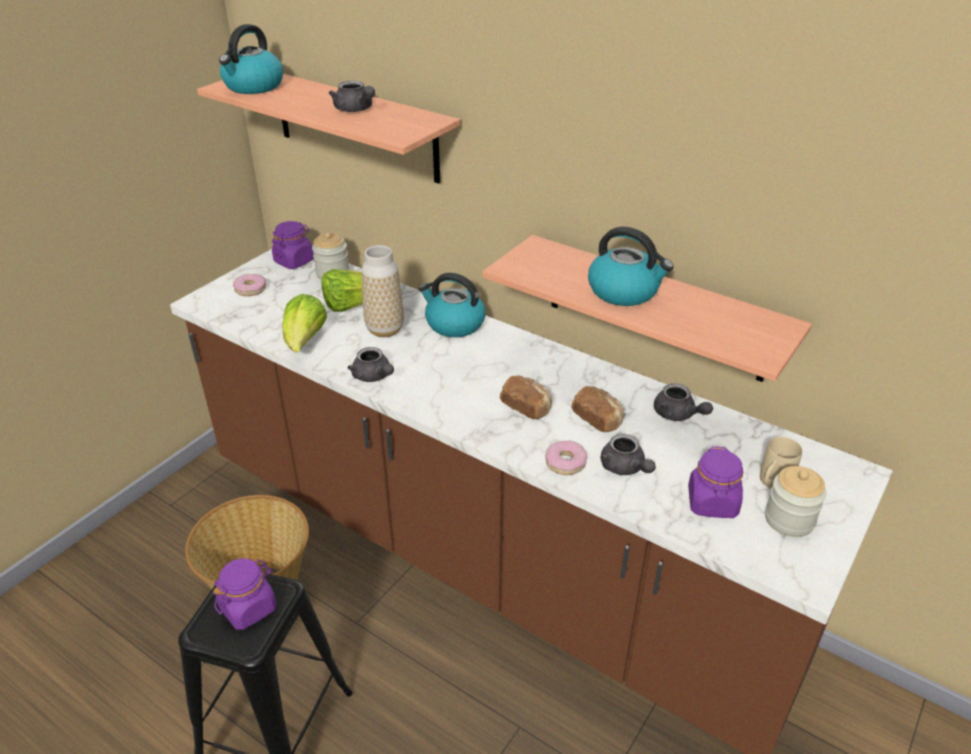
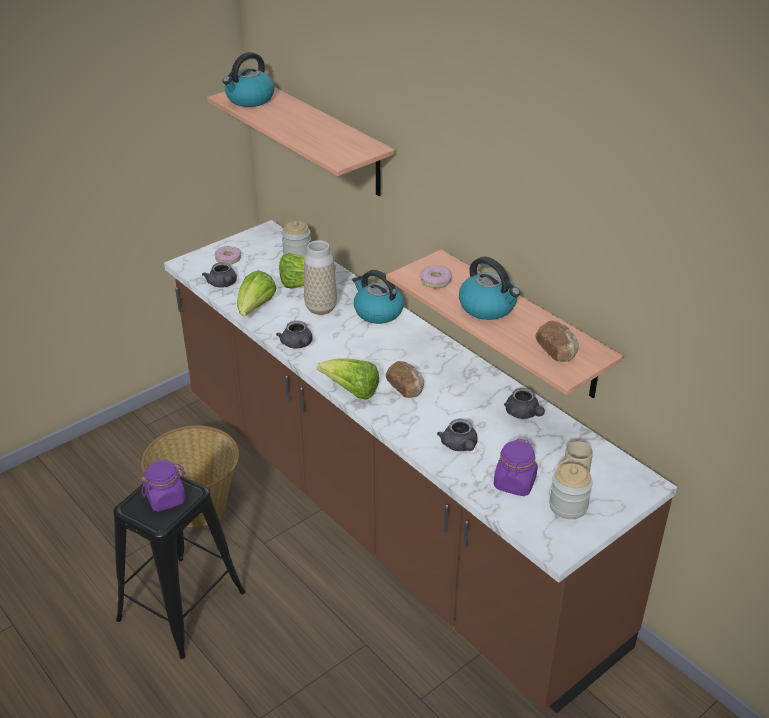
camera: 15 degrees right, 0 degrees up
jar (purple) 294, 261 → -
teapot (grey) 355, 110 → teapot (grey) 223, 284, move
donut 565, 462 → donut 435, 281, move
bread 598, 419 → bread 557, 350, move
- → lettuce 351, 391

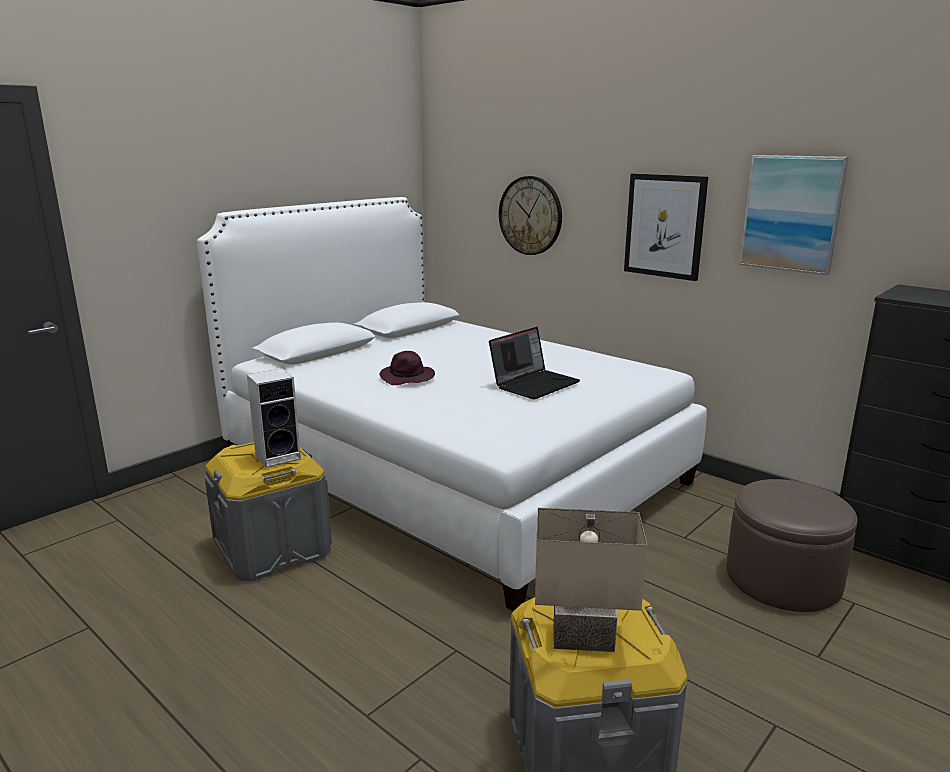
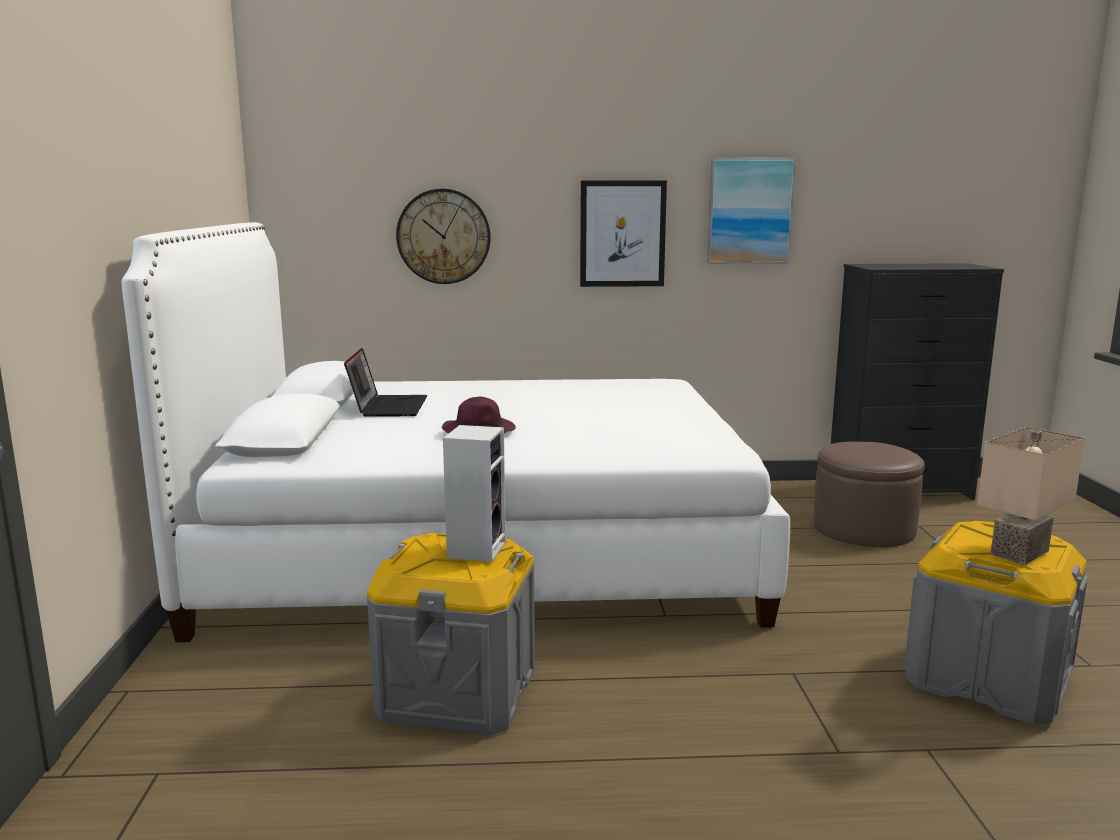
camera: 45 degrees left, 5 degrees down
laptop 534, 384 → laptop 388, 407, move

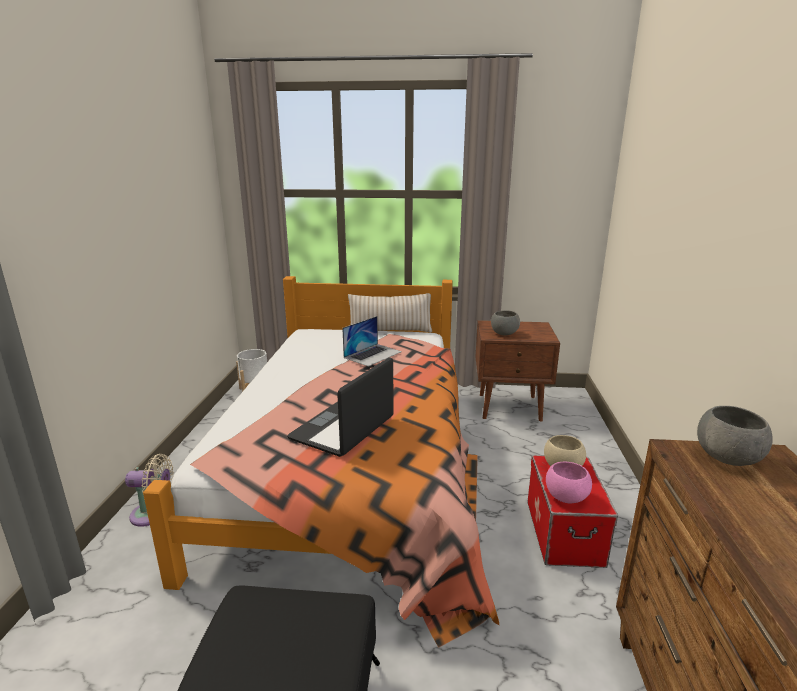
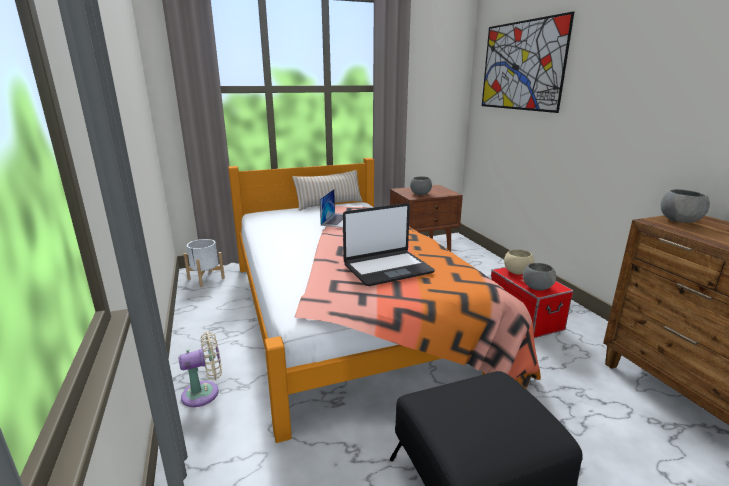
camera: 25 degrees left, 0 degrees up
laptop 343, 429 → laptop 387, 268, 120 degrees counterclockwise
bowl (pink) 565, 497 → bowl (grey) 536, 287
- → picture 521, 66

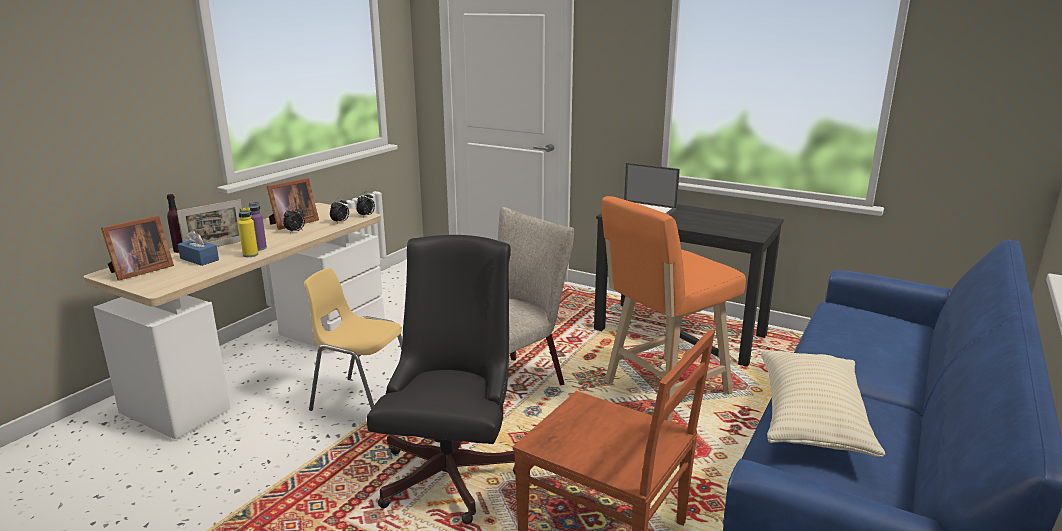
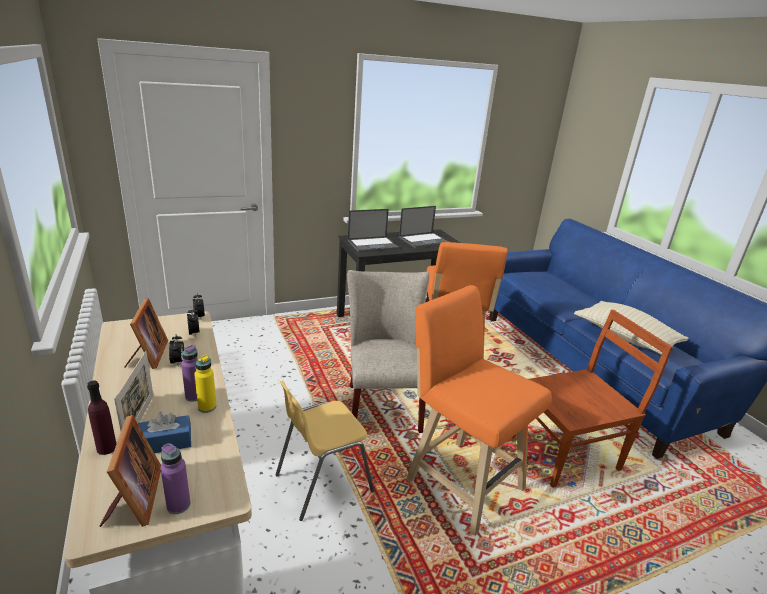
camera: 55 degrees left, 5 degrees up
office chair (black) 453, 470 → stool (orange) 460, 480
- → bottle (purple) 178, 505
- → laptop 424, 240

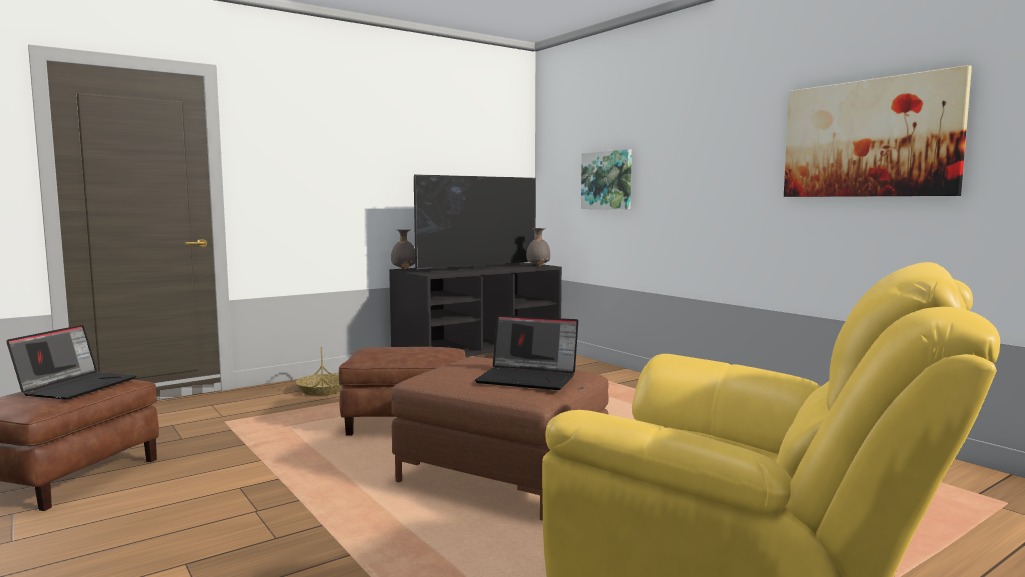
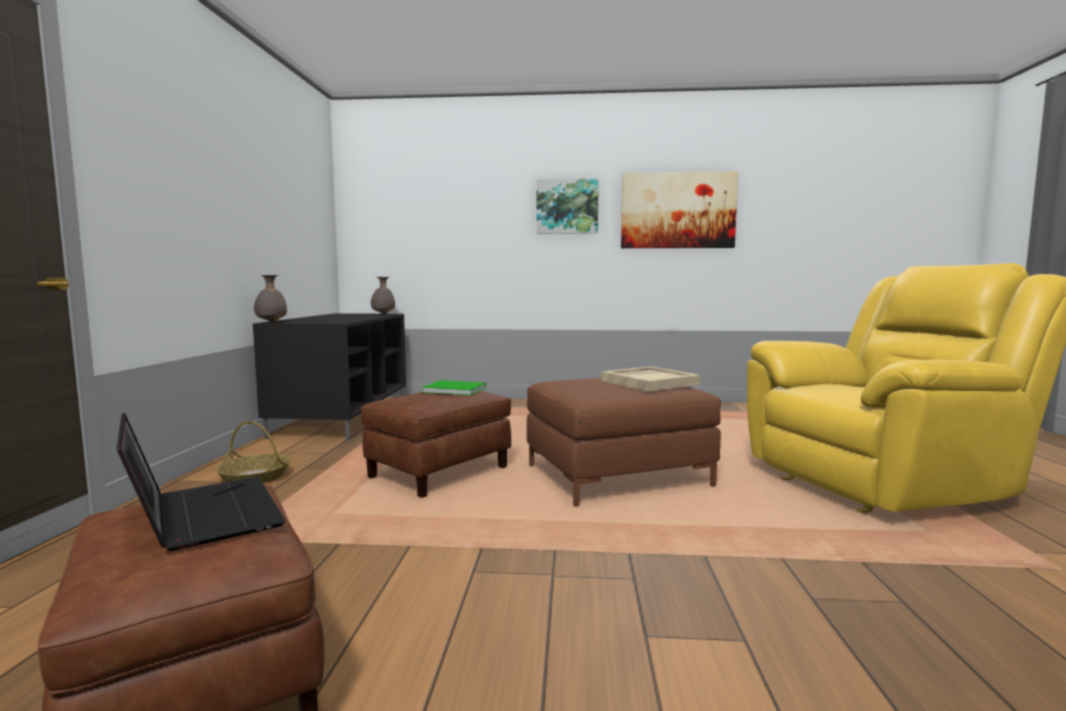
camera: 50 degrees left, 0 degrees up
television 478, 268 → -
laptop 529, 378 → tray (beige) 649, 382
picture 607, 180 → picture 567, 206, move
- → book (green) 453, 389

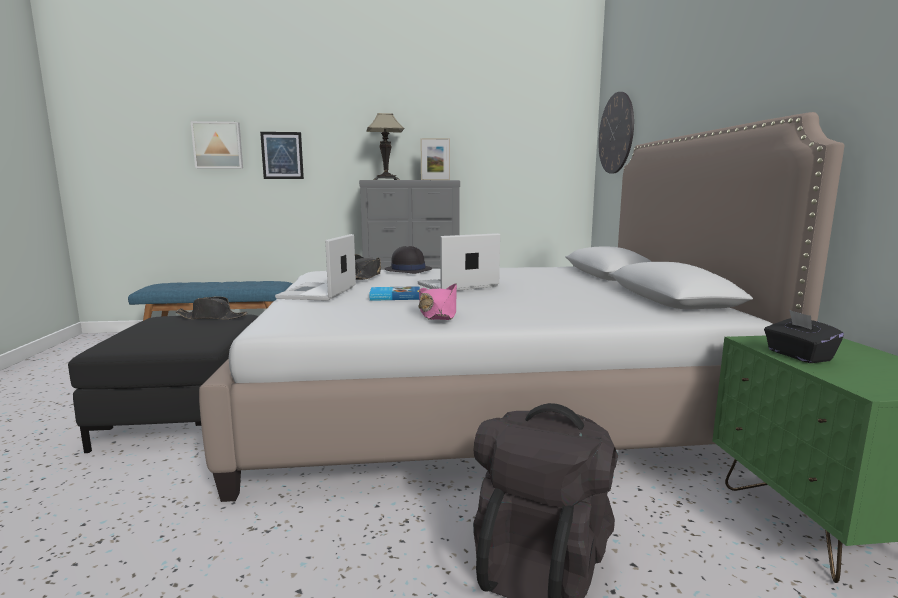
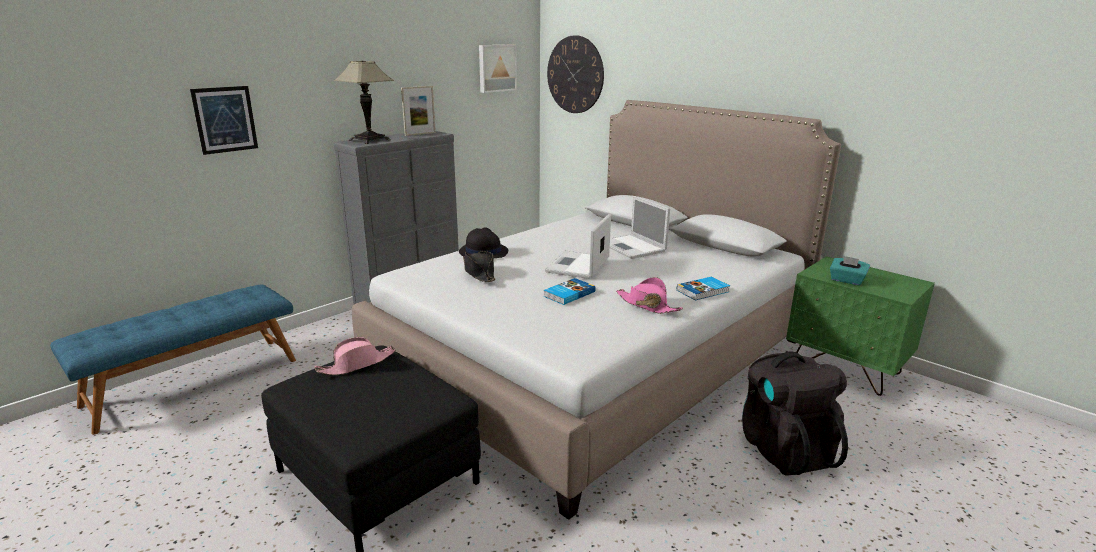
camera: 40 degrees left, 10 degrees up
hat (black) 212, 317 → hat (pink) 357, 364
picture 218, 145 → picture 496, 68, move
laptop 317, 293 → laptop 633, 247, move
tissue box (black) 798, 355 → tissue box (turquoise) 846, 280
- → book 703, 291

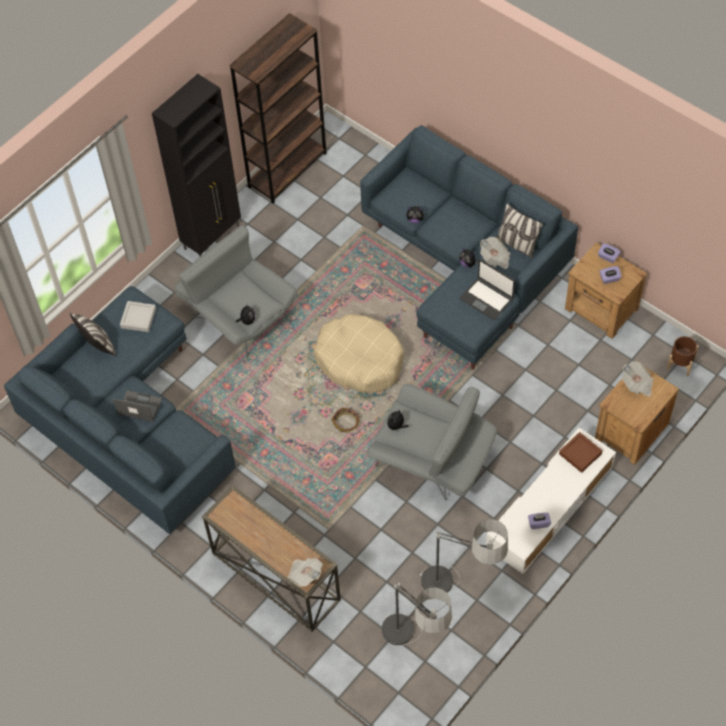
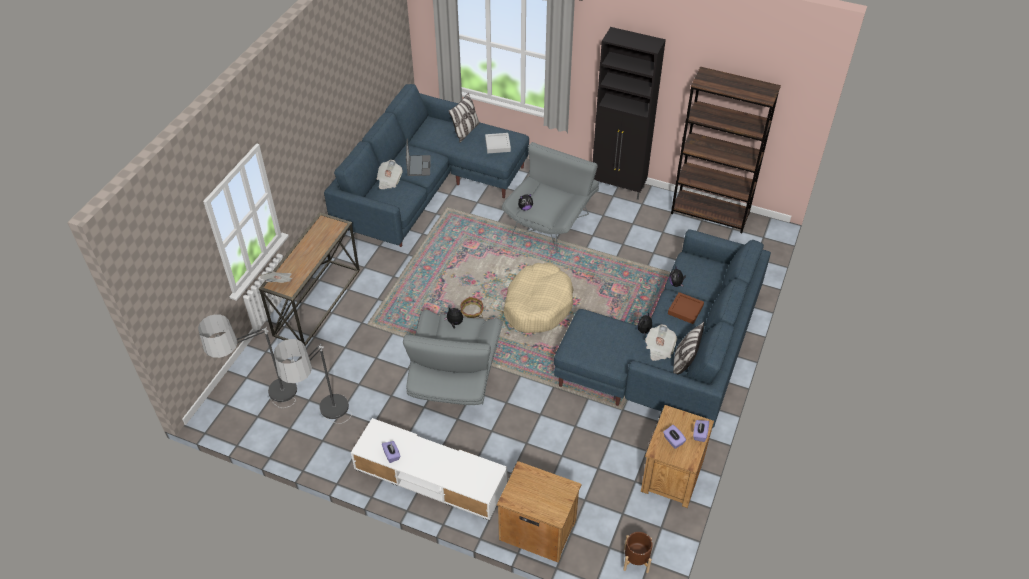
camera: 70 degrees right, 10 degrees down
laptop 486, 298 → -
tray (brown) 580, 454 → tray (brown) 685, 310, move
newspaper 637, 384 → newspaper 389, 181, move

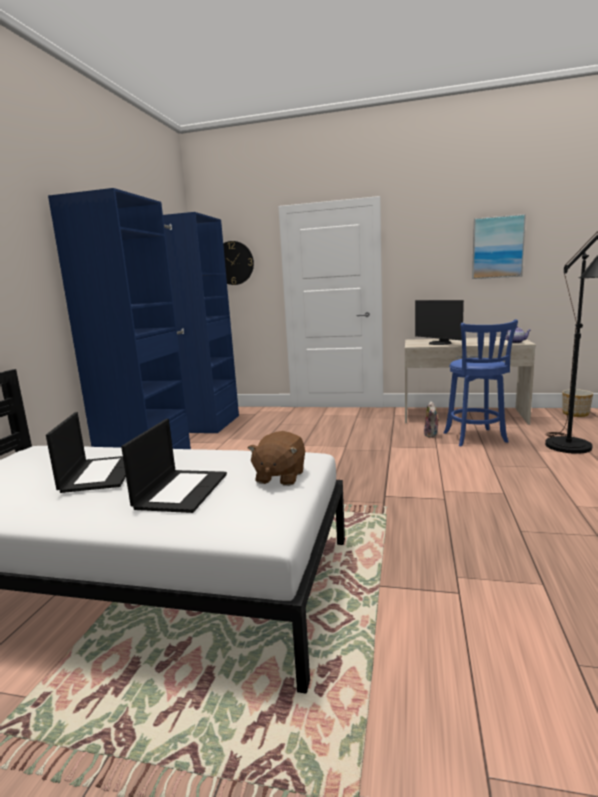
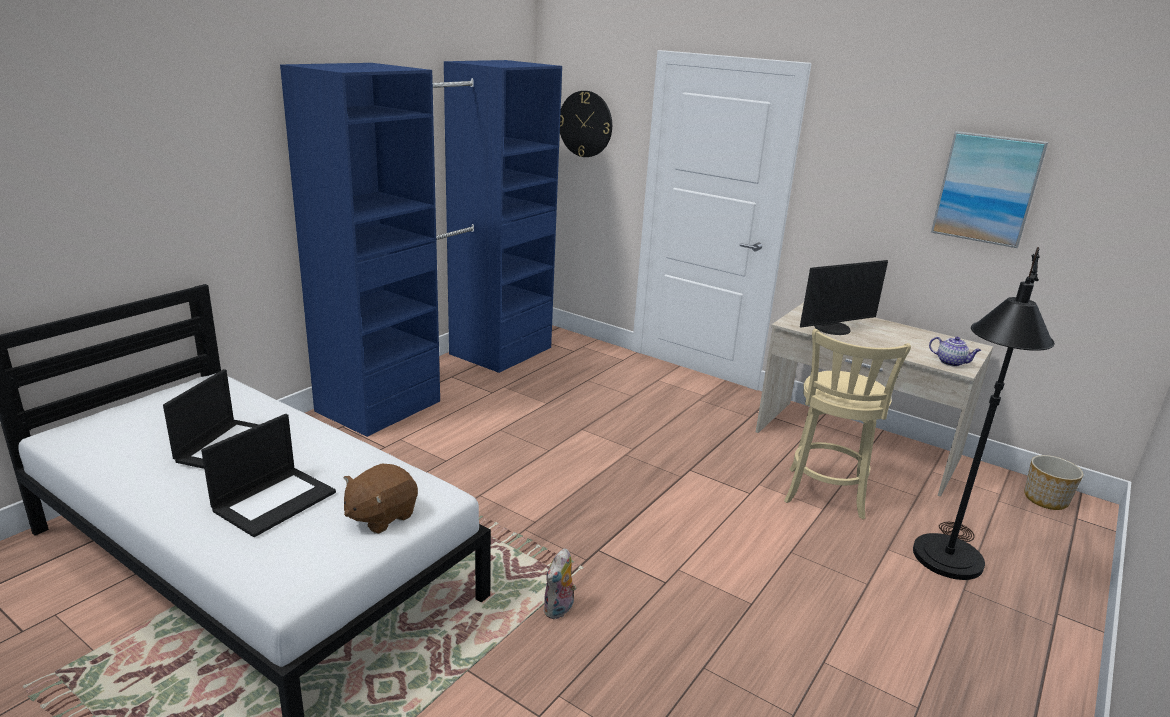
camera: 20 degrees right, 10 degrees up
monitor 439, 343 → monitor 833, 329, 105 degrees counterclockwise
plush toy 432, 435 → plush toy 559, 610, move
stool (blue) 476, 438 → stool (beige) 825, 496

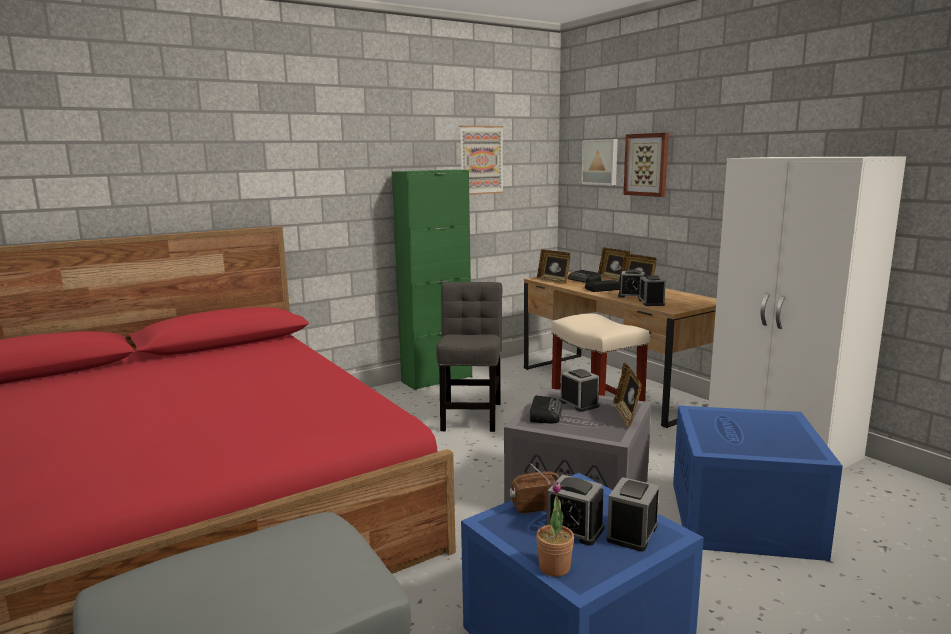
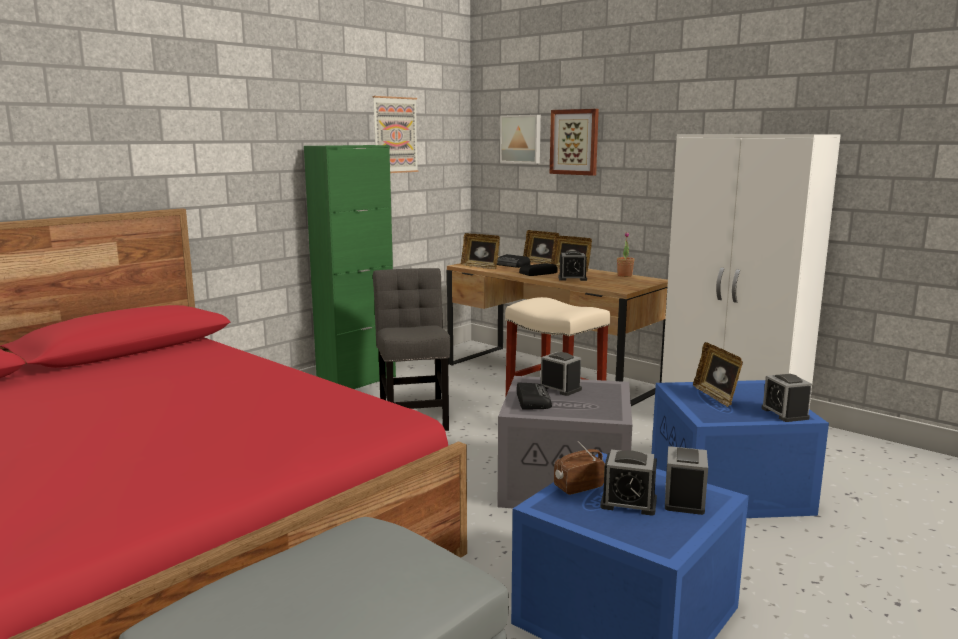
camera: 15 degrees left, 0 degrees up
potted plant 554, 567 → potted plant 624, 275, move
picture frame 626, 416 → picture frame 716, 396, move
alarm clock 651, 302 → alarm clock 784, 413, move

